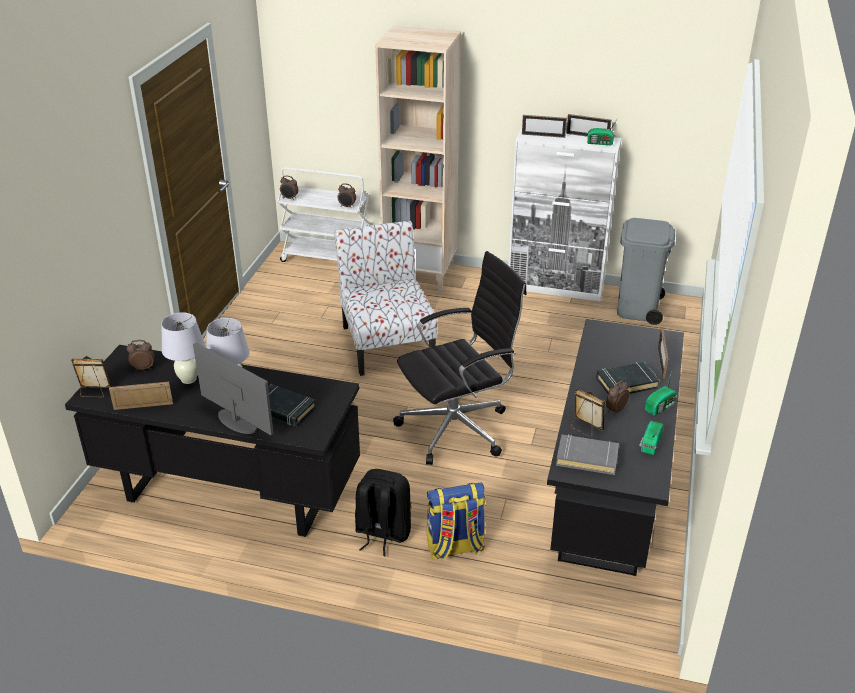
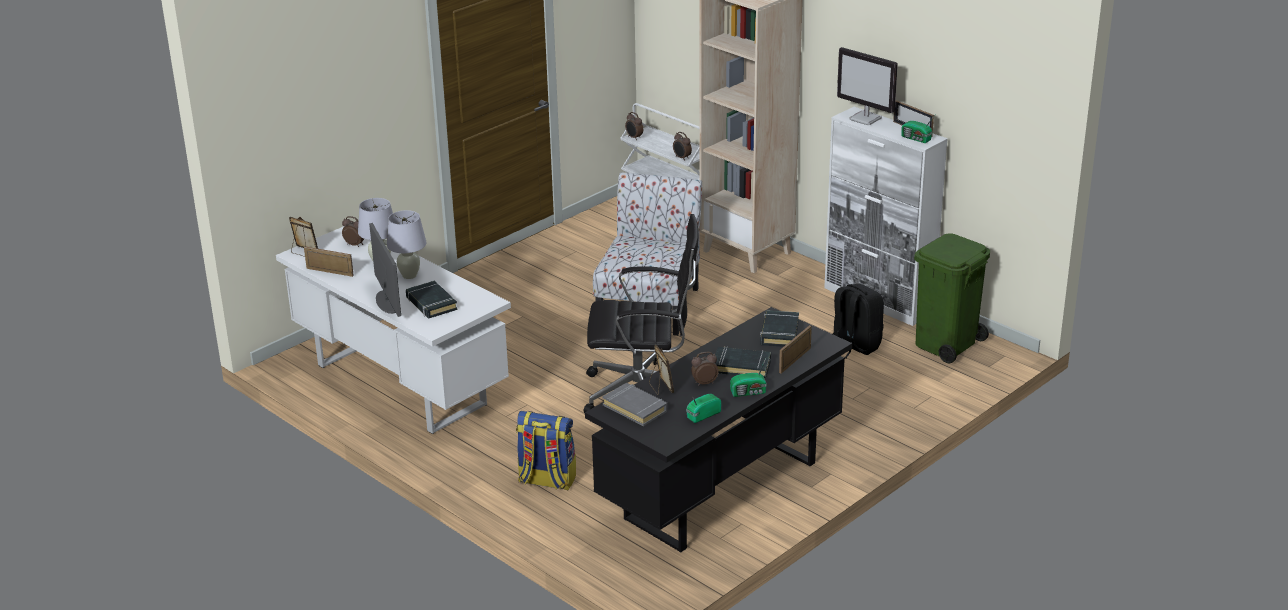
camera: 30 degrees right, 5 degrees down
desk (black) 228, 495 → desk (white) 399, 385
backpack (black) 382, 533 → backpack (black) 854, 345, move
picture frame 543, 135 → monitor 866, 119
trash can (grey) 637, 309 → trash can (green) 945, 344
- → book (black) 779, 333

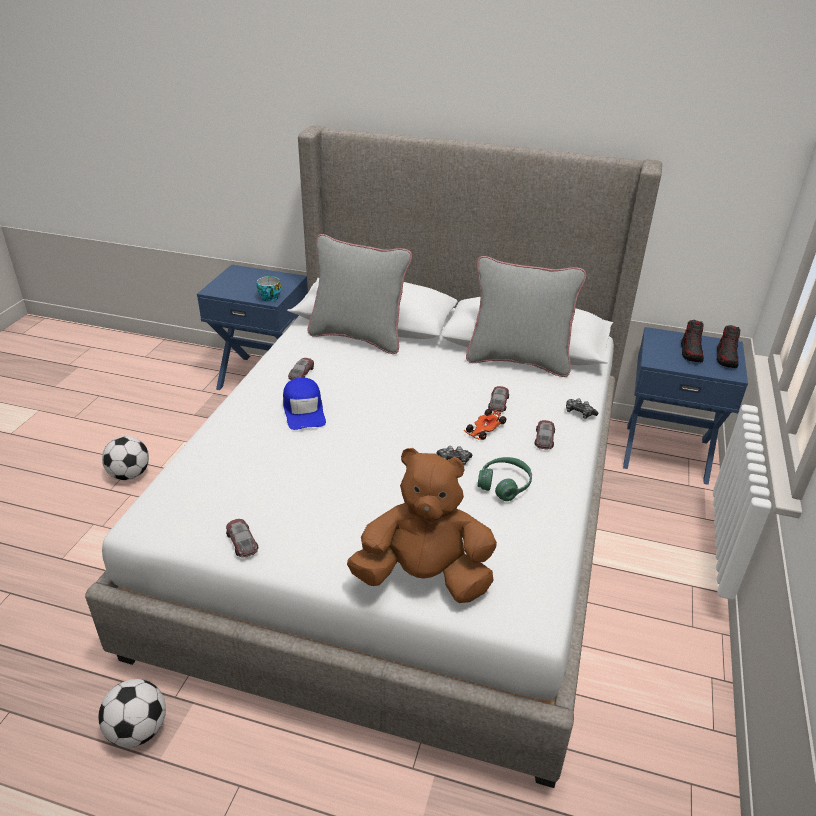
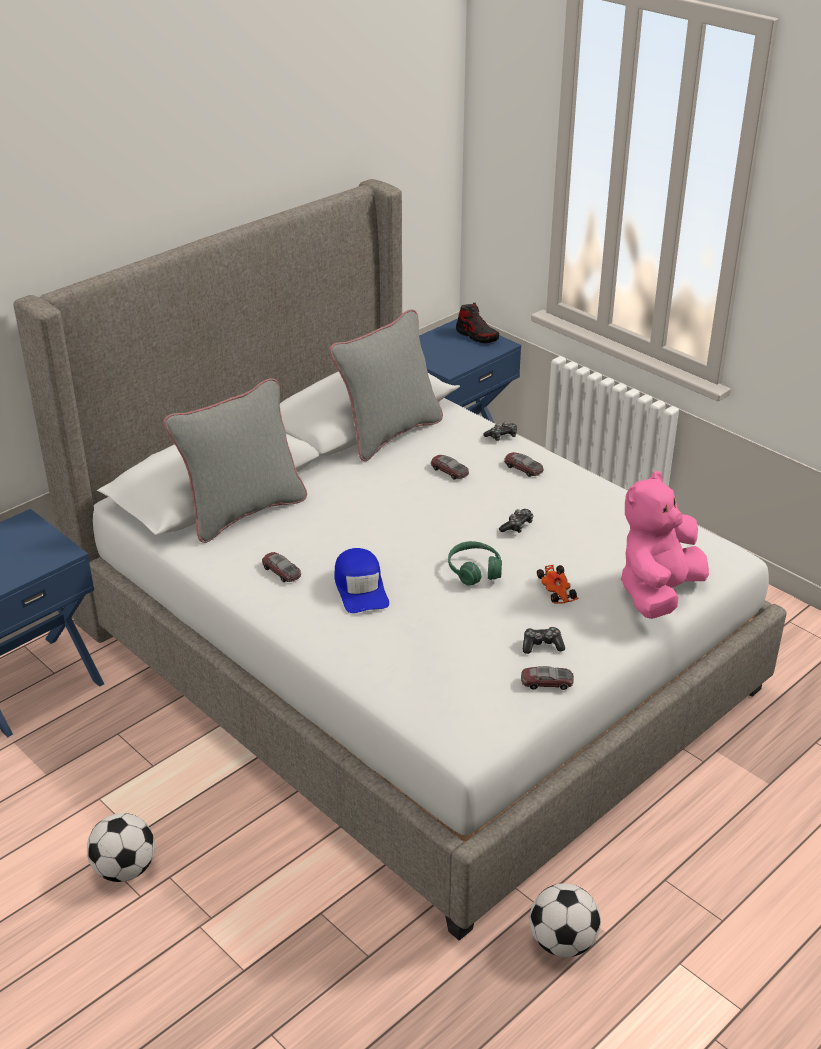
camera: 60 degrees left, 0 degrees up
cup 268, 297 → -
cap (blue) 304, 410 → cap (blue) 360, 588, 60 degrees clockwise
plush toy (brown) 424, 577 → plush toy (pink) 658, 593
toy car 484, 429 → toy car 557, 590, move
headphones (green) 504, 485 → headphones (green) 474, 570, move
shoe 691, 352 → -
- → game controller 542, 645

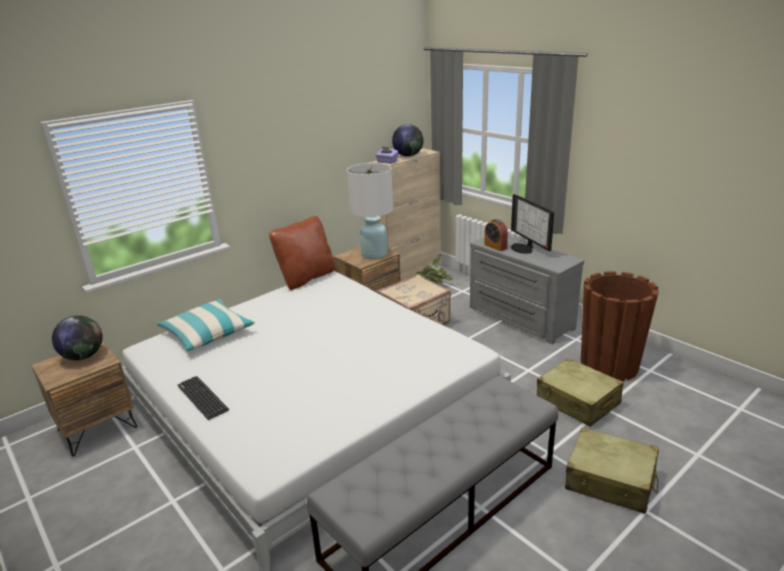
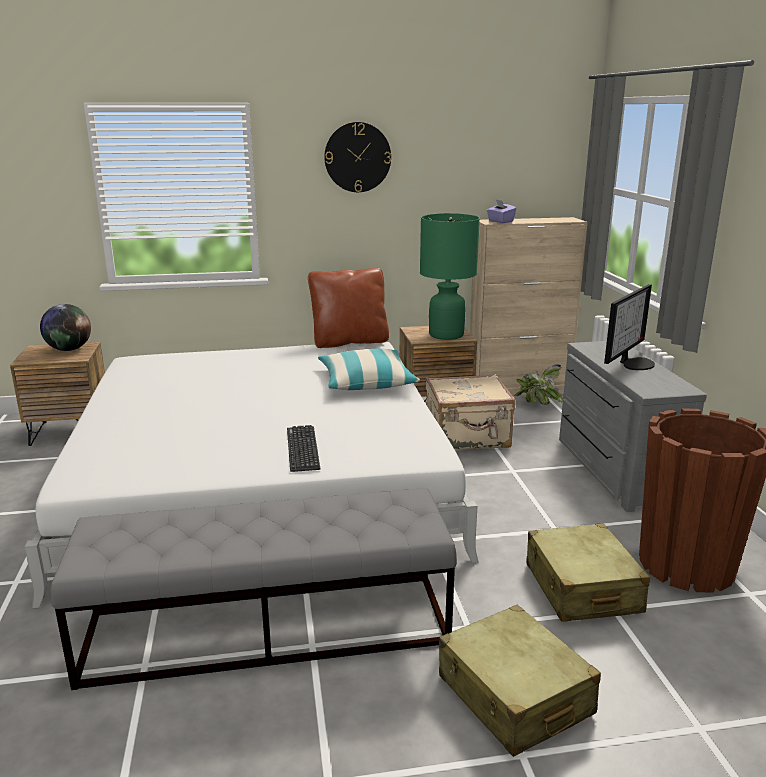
camera: 30 degrees right, 5 degrees down
pillow 207, 333 → pillow 366, 382, move
keyboard 202, 398 → keyboard 302, 449, move
table lamp (white) 374, 254 → table lamp (green) 446, 335
globe 408, 156 → -
alarm clock 495, 246 → -
monitor 524, 248 → monitor 634, 363, 150 degrees counterclockwise
- → wall clock 357, 157

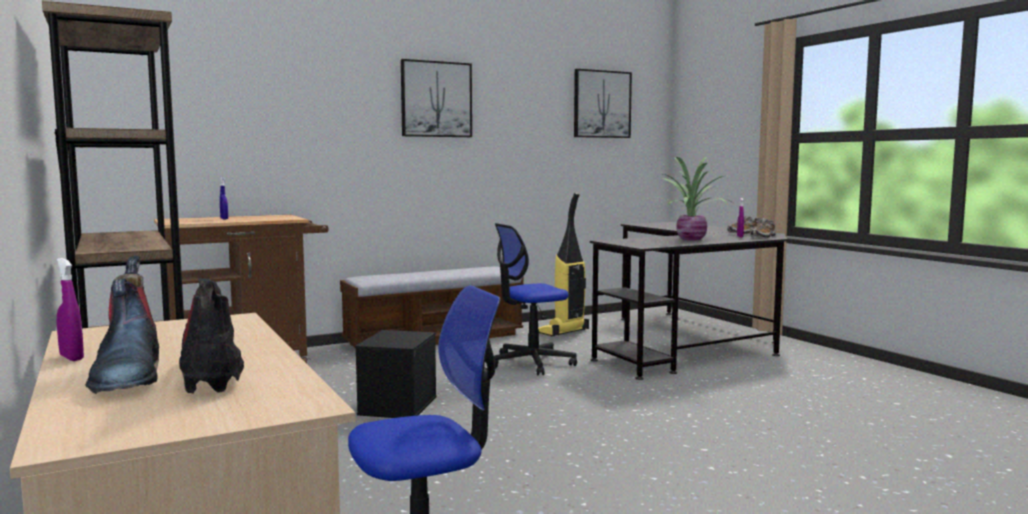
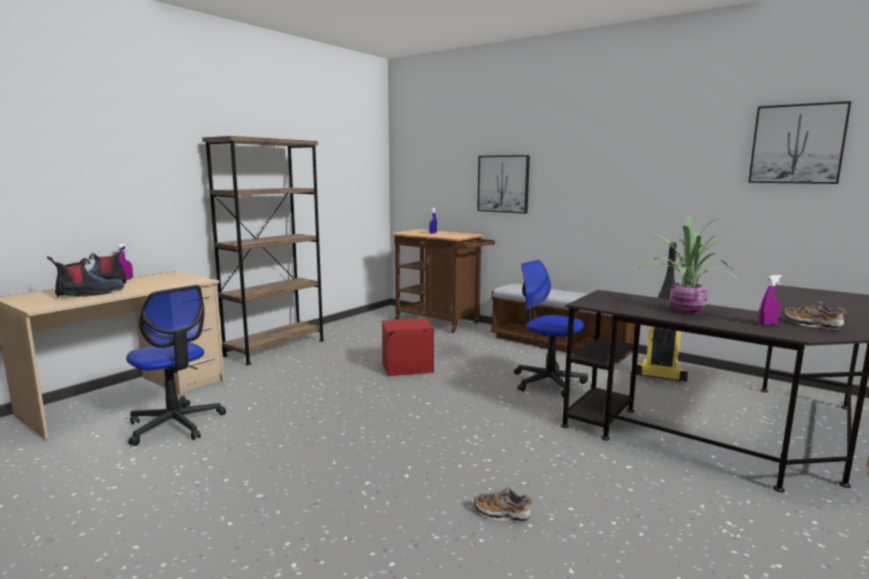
camera: 65 degrees right, 5 degrees up
storage box (black) 397, 405 → storage box (red) 408, 367
picture 436, 99 → picture 503, 184, move
shoe 763, 237 → shoe 501, 513, move

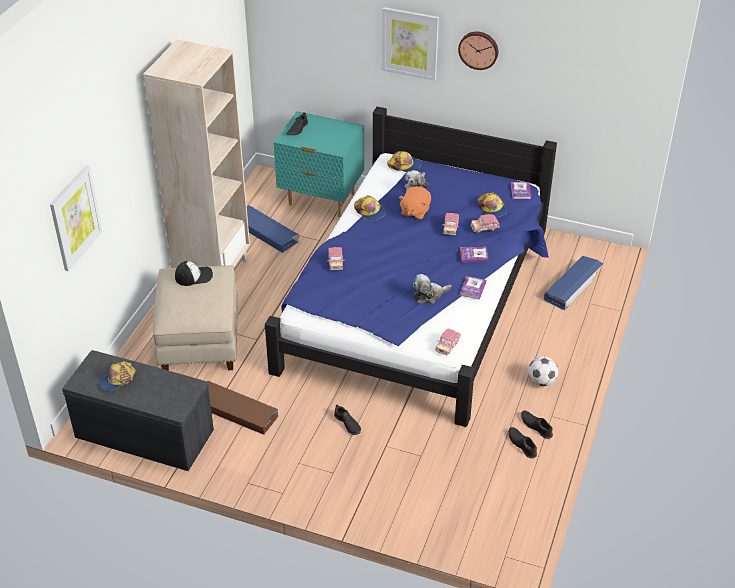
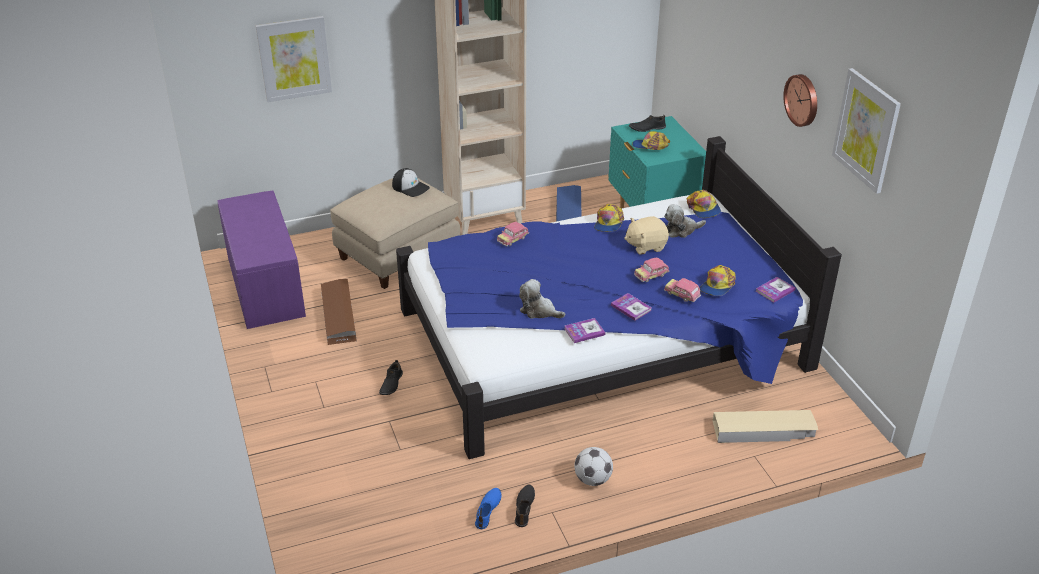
camera: 50 degrees right, 5 degrees down
bench (grey) 142, 434 → bench (purple) 264, 285
cap 118, 379 → cap 650, 146, move
picture 410, 43 → picture 866, 130, move
plush toy (orange) 414, 211 → plush toy (beige) 645, 246
toy car 448, 346 → -
shoe (black) 522, 444 → shoe (blue) 488, 510
storage box (blue) 573, 286 → storage box (beige) 764, 431

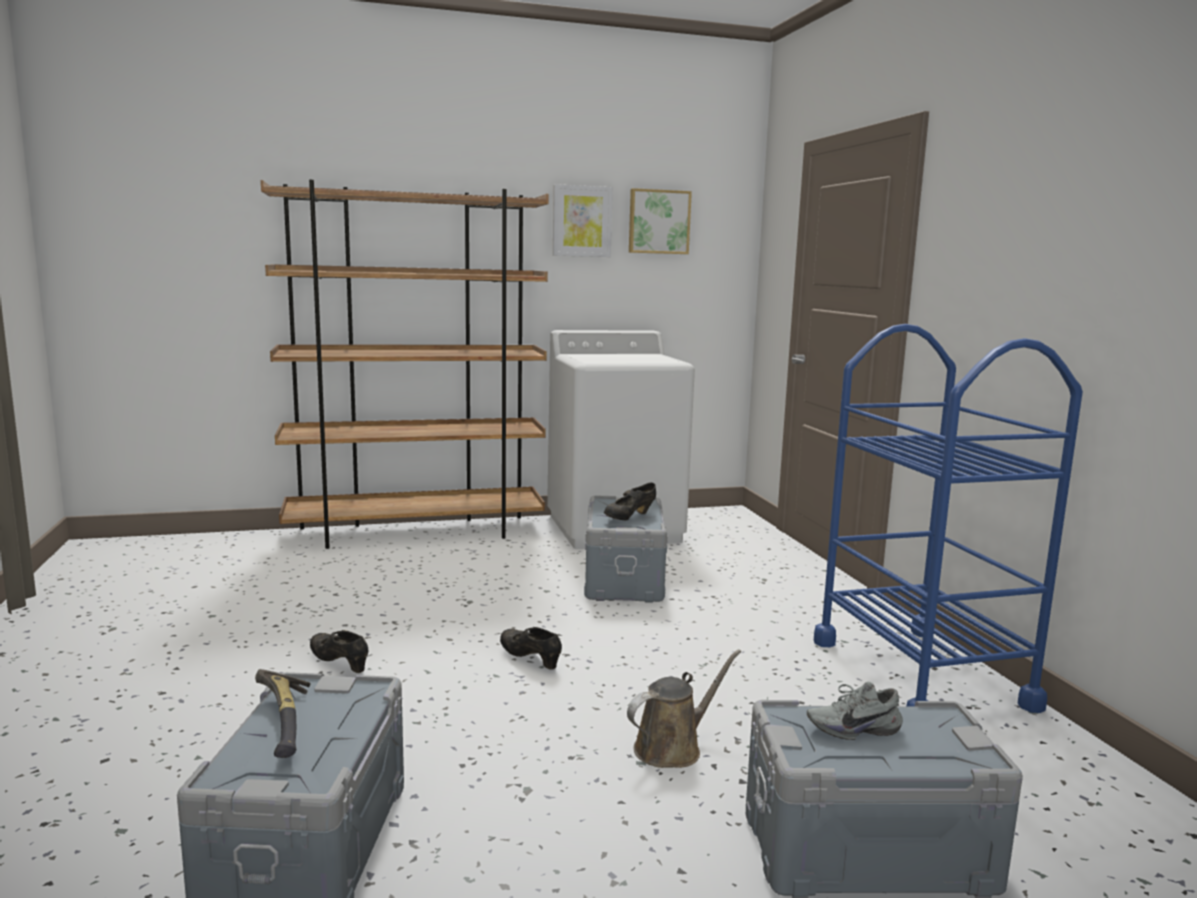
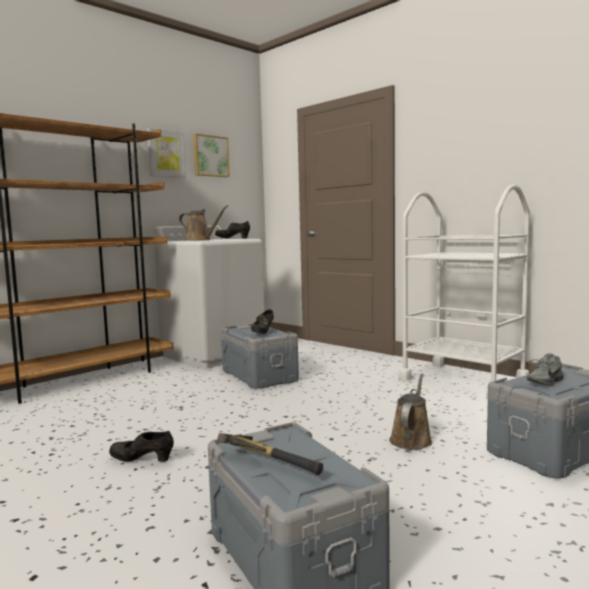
camera: 30 degrees left, 5 degrees down
shoe (black) 530, 659 → shoe (black) 232, 238, move
cart (blue) 920, 673 → cart (white) 463, 380
- → watering can (brown) 200, 240

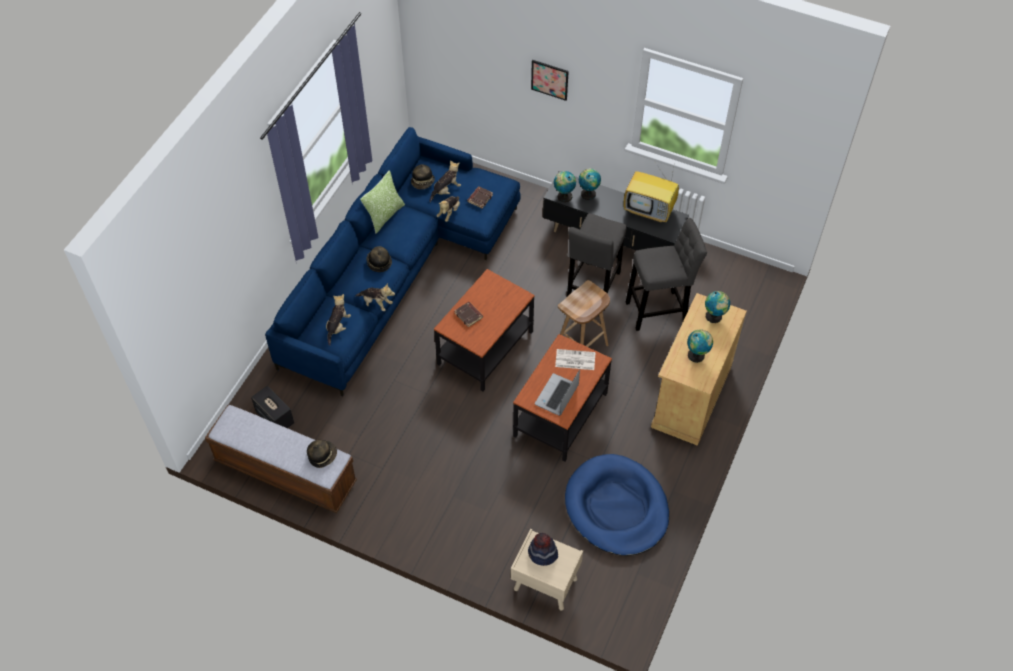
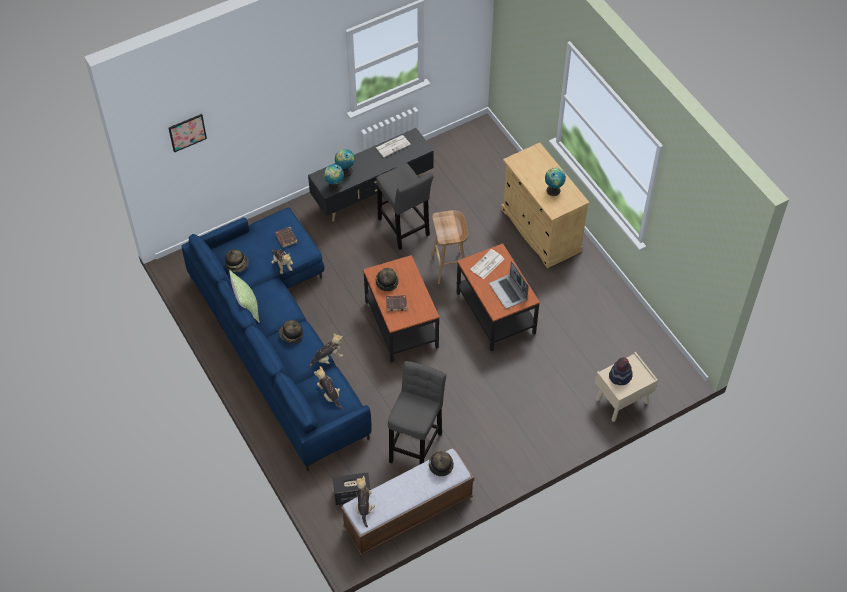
camera: 55 degrees left, 0 degrees up
plush toy 446, 190 → plush toy 364, 506, move
picture 549, 79 → picture 187, 132, move
dog bed (blue) 616, 507 → -
television 650, 210 → newspaper 393, 146
stool (grey) 659, 311 → stool (grey) 416, 444, move
globe 714, 317 → -
- → hat 386, 282

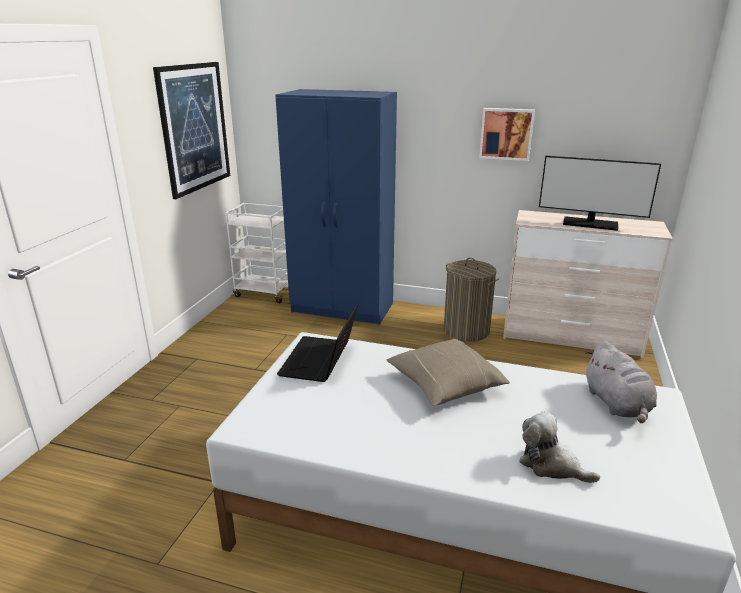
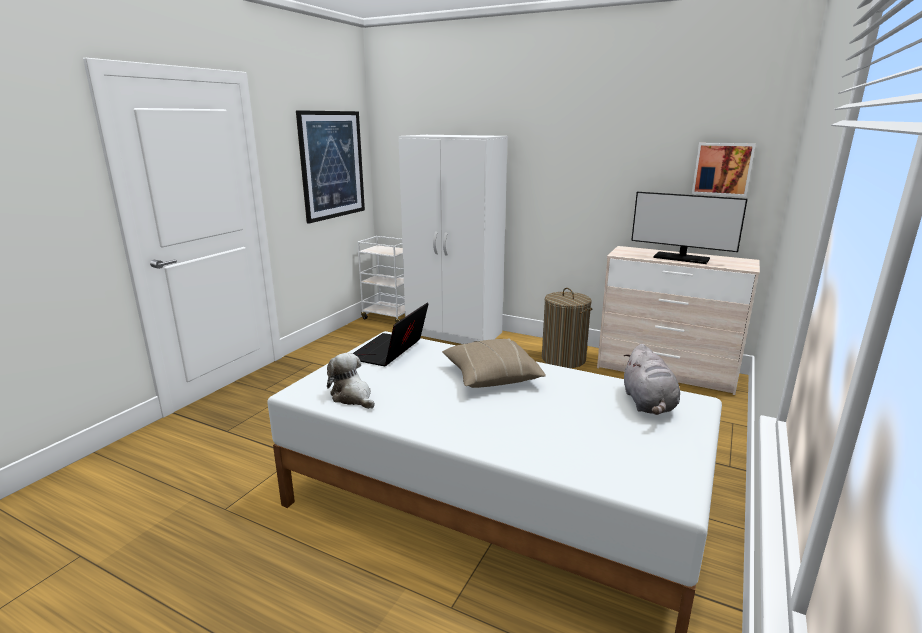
camera: 10 degrees right, 5 degrees down
wardrobe (blue) 343, 308 → wardrobe (white) 454, 333
picture 506, 134 → picture 722, 169, move
plush toy 551, 465 → plush toy 352, 397, move

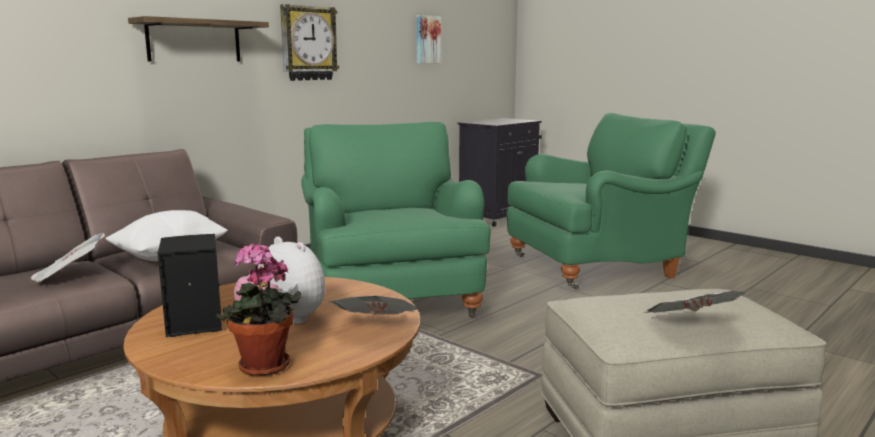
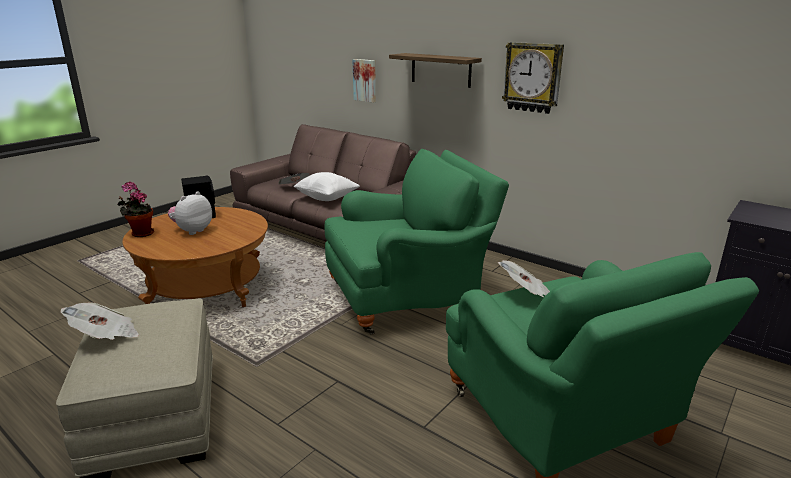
camera: 85 degrees right, 10 degrees up
newspaper 376, 329 → newspaper 526, 293, move
picture 427, 39 → picture 365, 80, move

